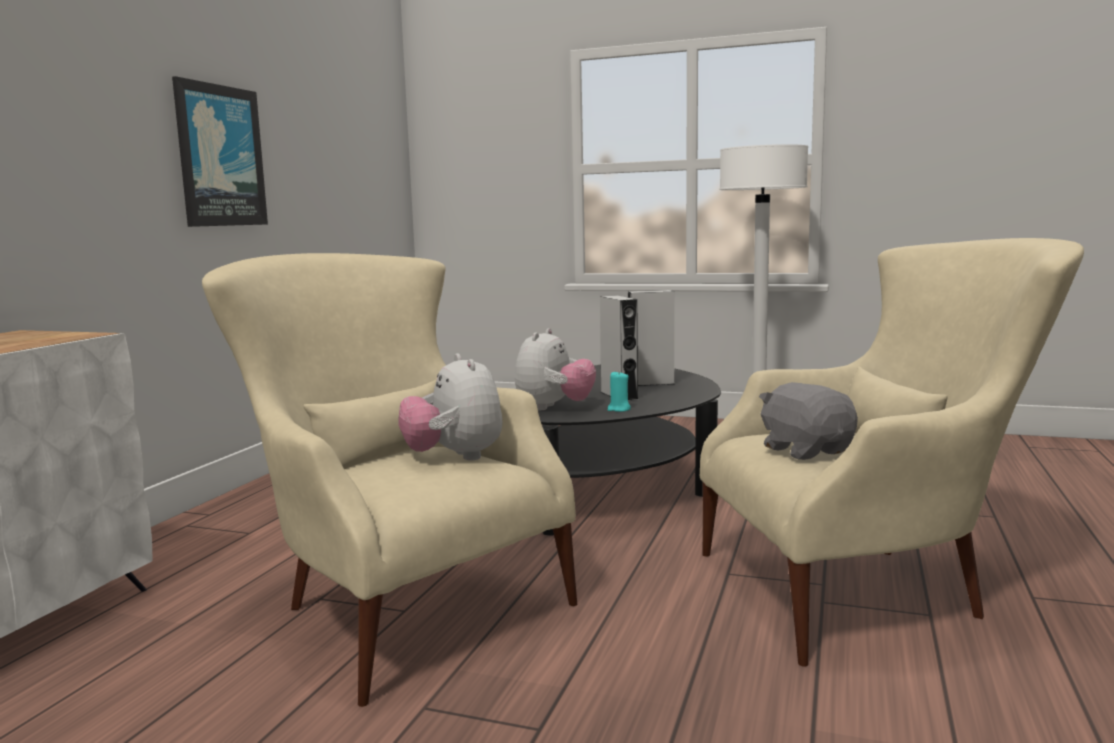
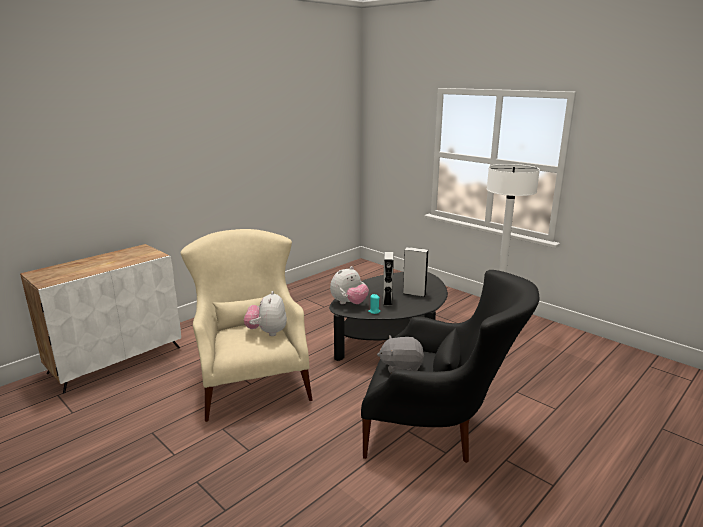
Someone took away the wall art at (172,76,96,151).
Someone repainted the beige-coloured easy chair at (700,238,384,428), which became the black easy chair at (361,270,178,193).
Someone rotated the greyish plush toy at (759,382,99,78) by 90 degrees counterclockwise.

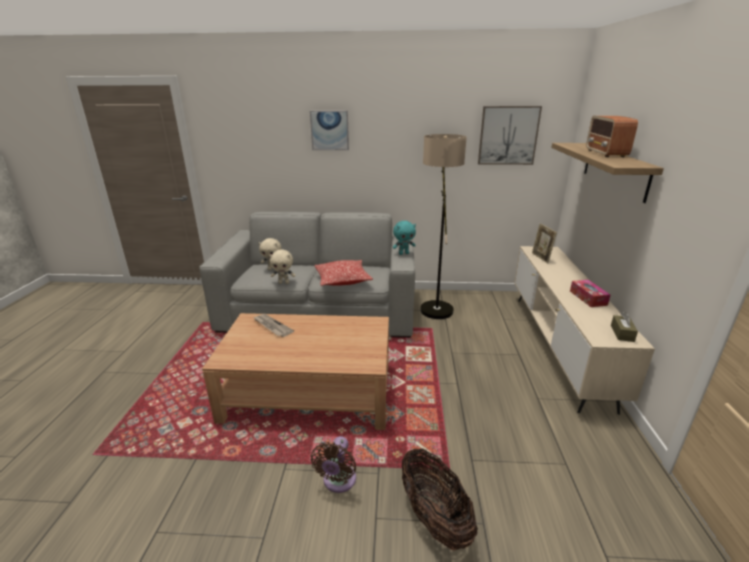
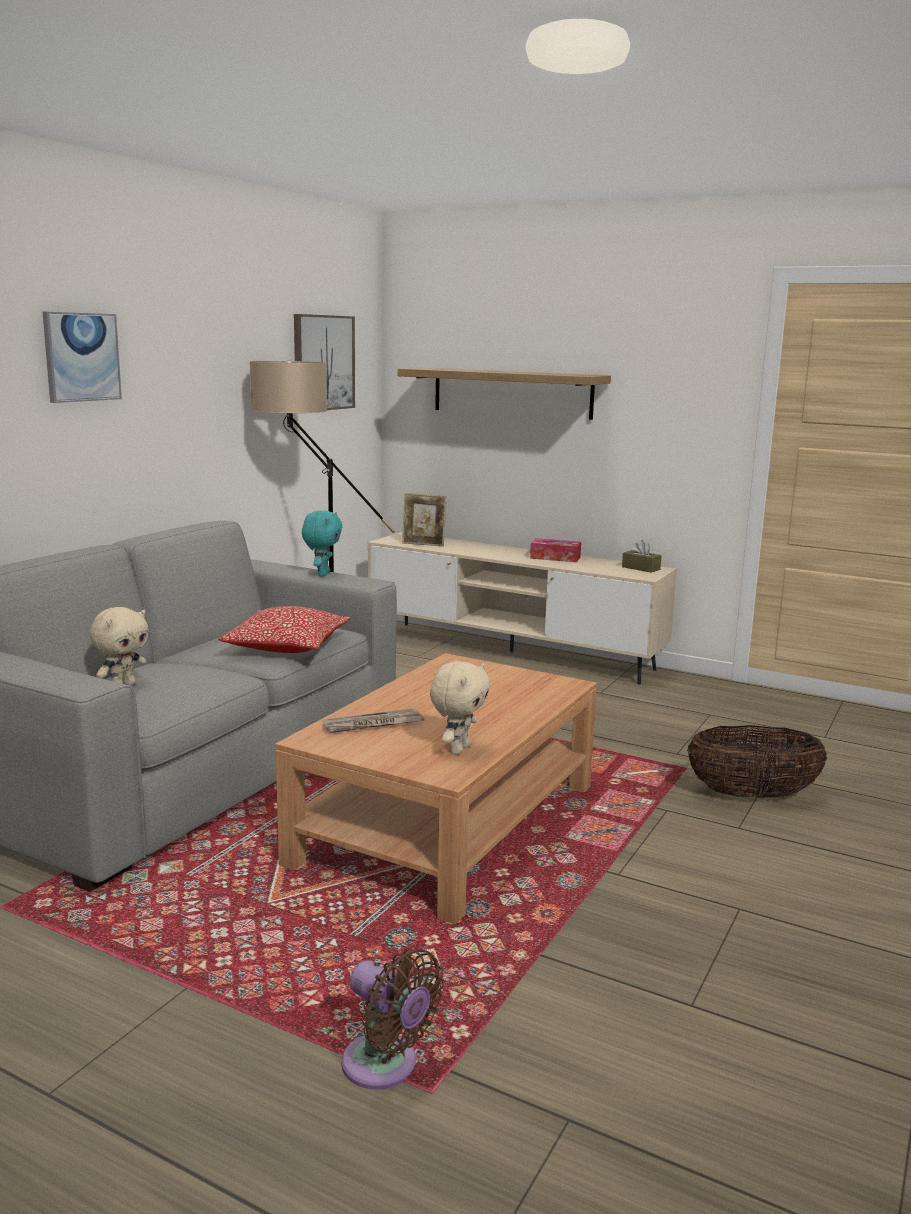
Someone carried the beige-coloured plush toy from (269,249,27,35) to (430,661,60,94).
Someone carried the brownish fan from (311,436,45,57) to (341,949,103,141).
Someone took away the radio at (586,116,52,41).

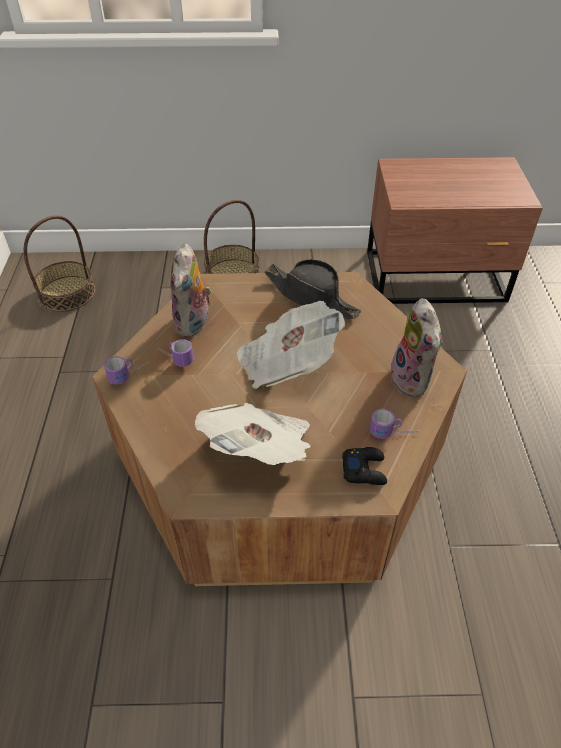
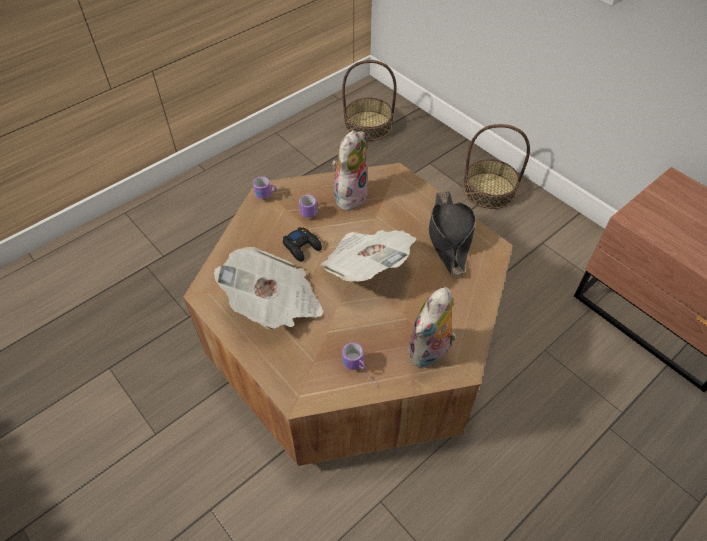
Someone rotated the plush toy at (171,243,41,94) by 150 degrees clockwise.
Someone carried the black gamepad from (342,447,45,38) to (283,227,39,35).

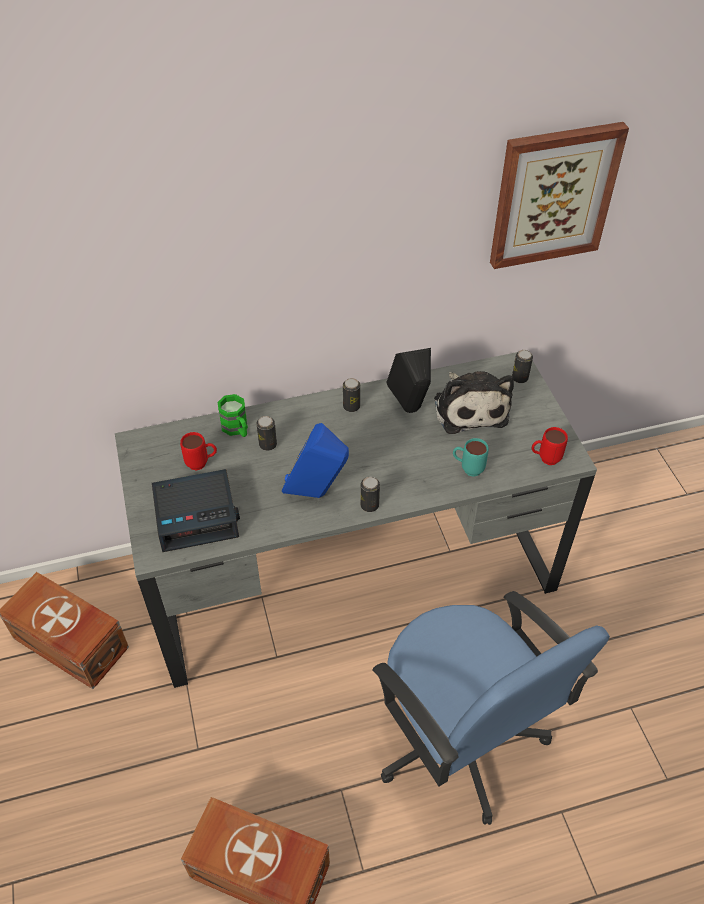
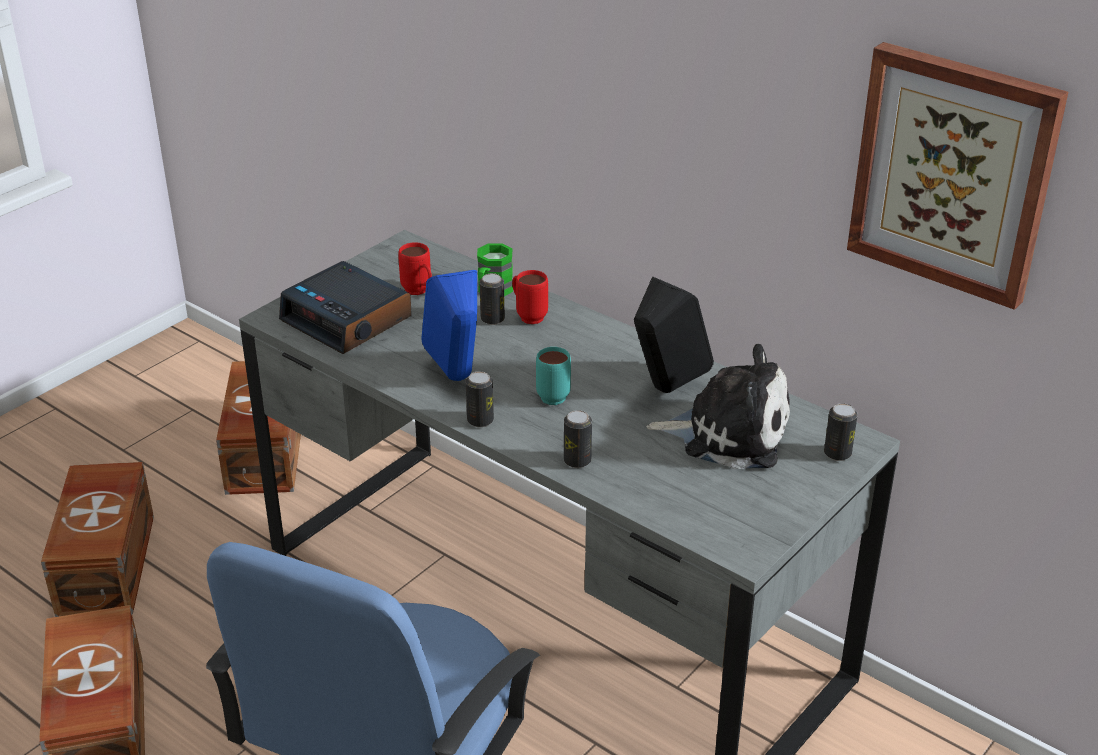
Someone carried the sealed can from (343,378,17,34) to (564,410,28,58).
Someone rotated the plush toy at (434,371,80,63) by 120 degrees counterclockwise.
Someone carried the turquoise-coloured tea mug from (453,438,36,39) to (536,347,35,58).
Someone carried the red-coloured tea mug from (531,427,37,38) to (512,270,36,54).
Someone put down the brownish storage box at (41,462,113,155).

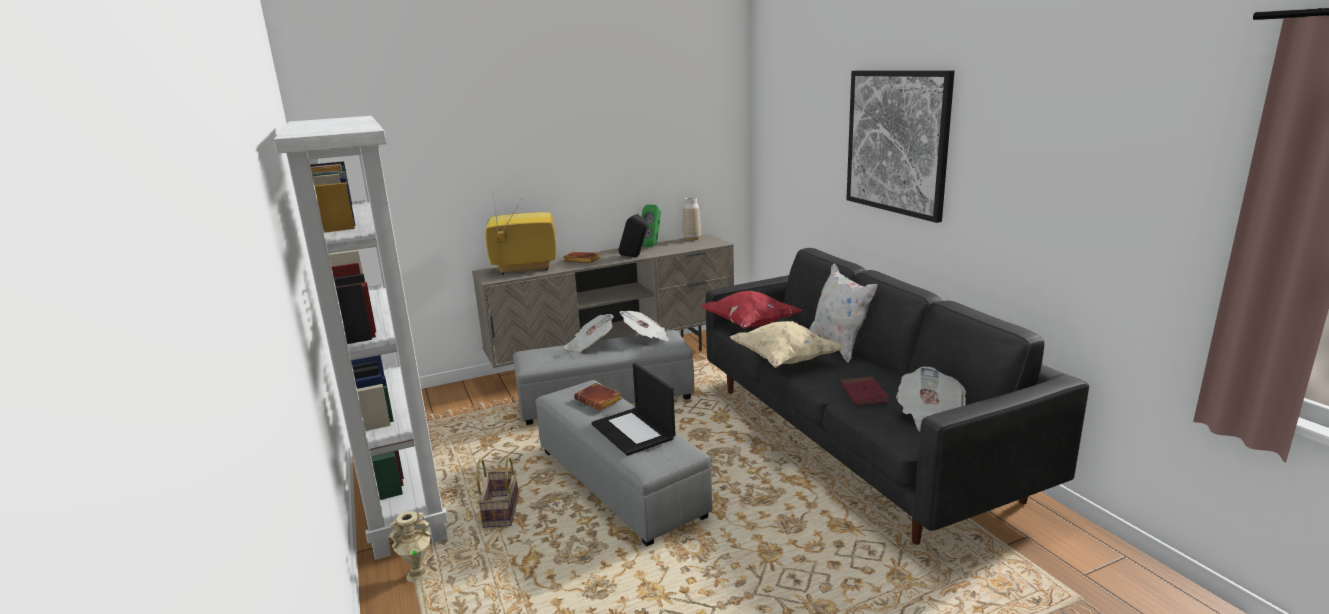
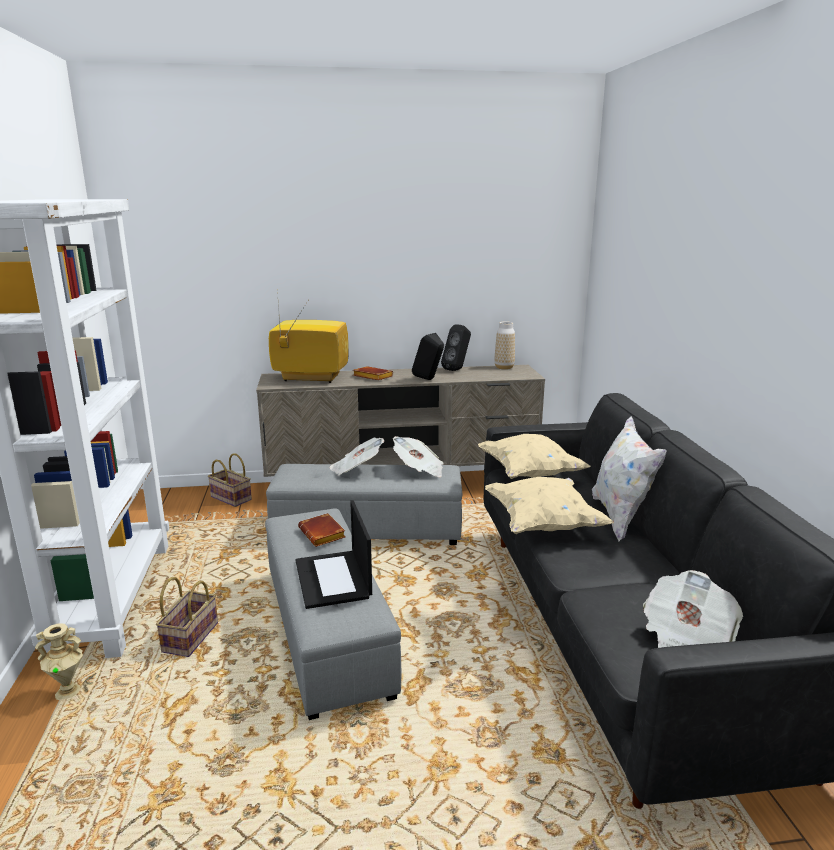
Someone repainted the green-coloured speaker at (641,204,20,43), which became the black speaker at (441,324,30,47).
Someone repainted the red-coloured cushion at (701,291,101,38), which became the beige-coloured cushion at (478,434,112,45).
Someone took away the red-coloured volume at (840,377,49,28).
Someone took away the wall art at (846,70,109,153).
Someone put down the household basket at (208,453,44,54).

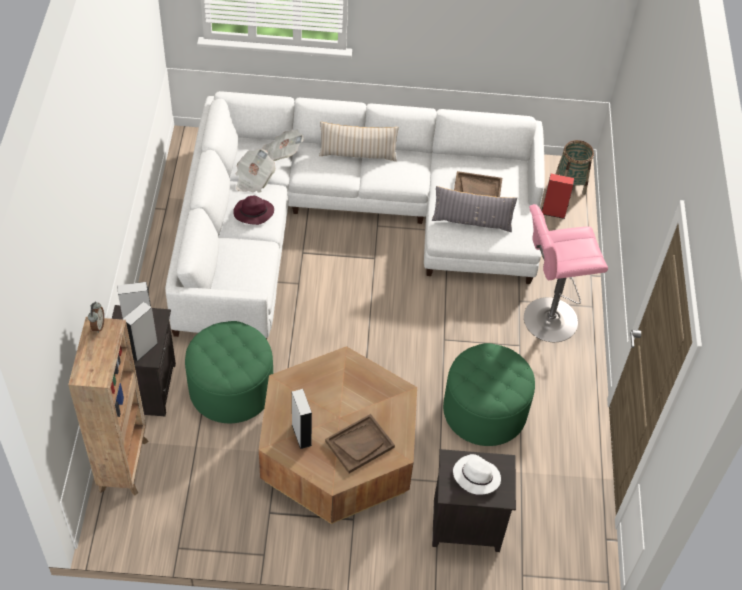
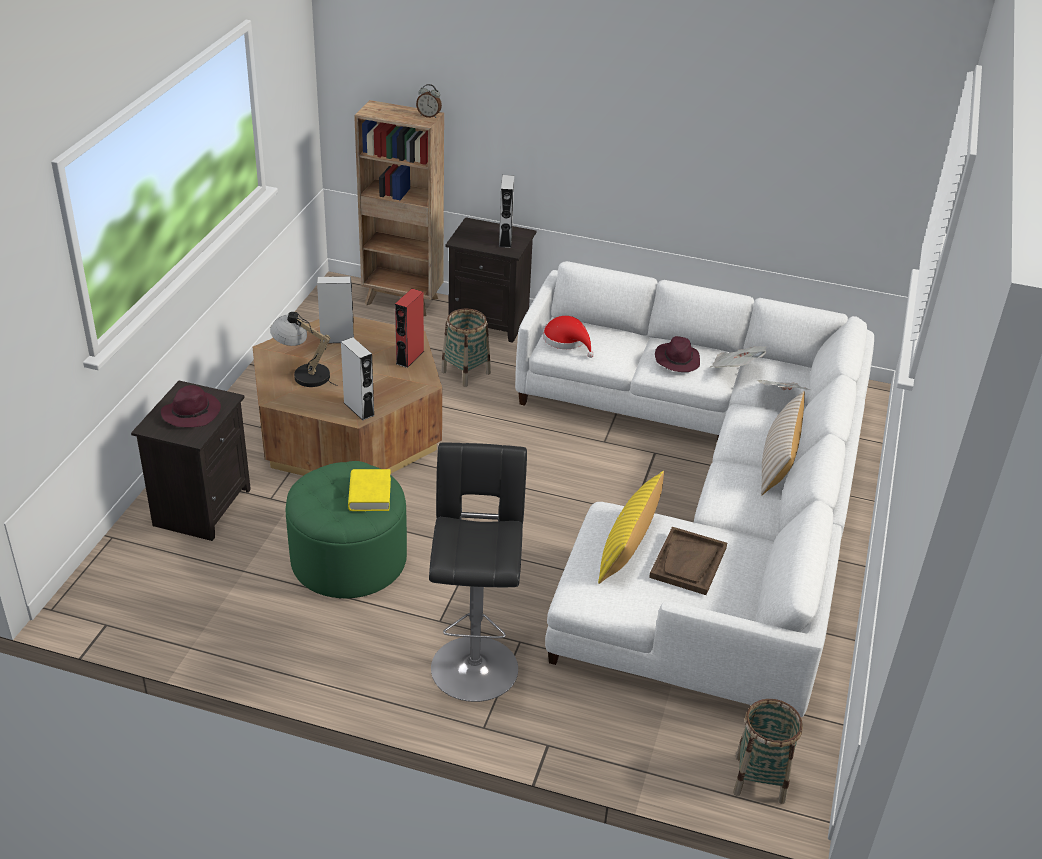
Someone carried the greyish speaker from (123,301,35,61) to (341,337,34,83).
Someone swapped the green-coloured ottoman at (185,321,88,102) for the household basket at (441,309,50,78).
Someone swapped the brownish carrying tray at (325,414,70,59) for the lamp for a table at (270,312,68,75).
Someone repainted the greyish cushion at (432,186,85,46), which became the yellowish cushion at (598,471,66,113).
Someone repainted the white wearable hat at (453,454,48,41), which became the purplish wearable hat at (161,385,60,42).
Someone repainted the pink-coloured stool seat at (524,204,84,138), which became the black stool seat at (429,443,98,259).
Someone carried the red-coloured speaker from (541,174,33,45) to (395,289,29,79).
Someone put down the yellowish volume at (348,469,43,42).
Someone put down the red-coloured wearable hat at (543,316,51,42).

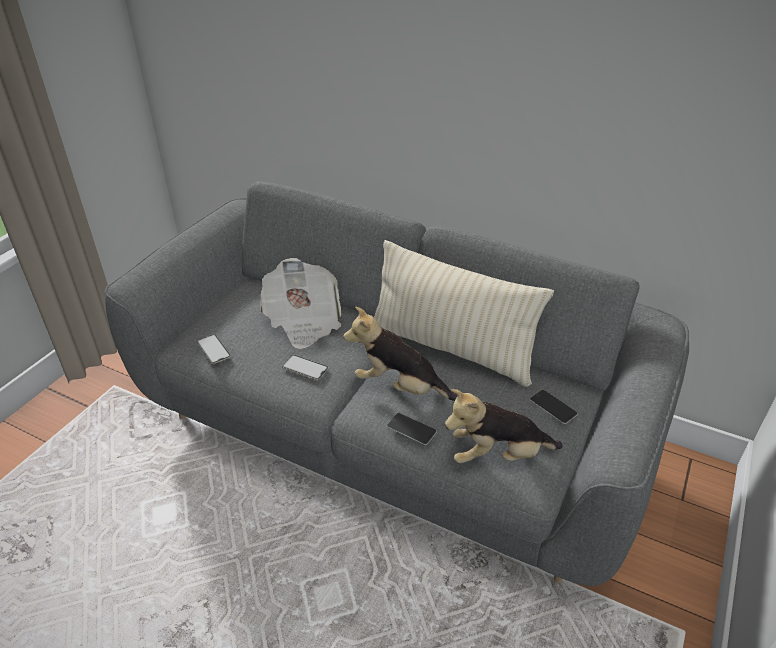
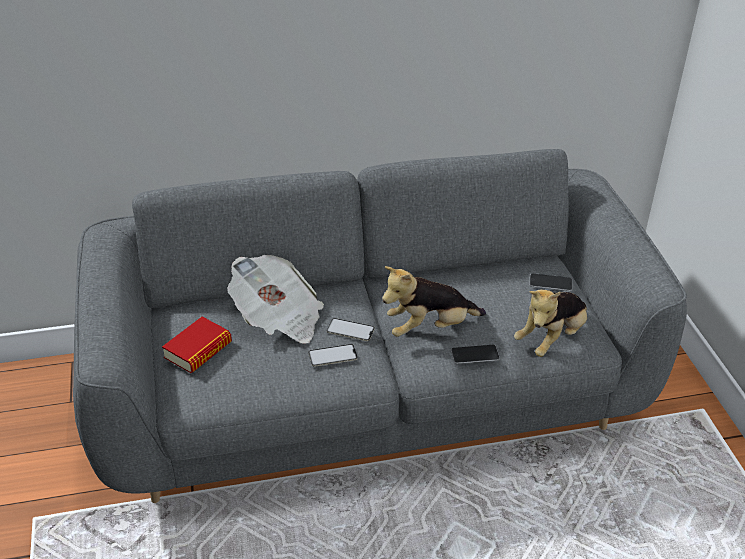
Someone carried the telephone from (197,334,34,30) to (326,318,49,23).
Someone took away the beige-coloured cushion at (374,240,180,147).
Someone put down the volume at (162,317,70,56).

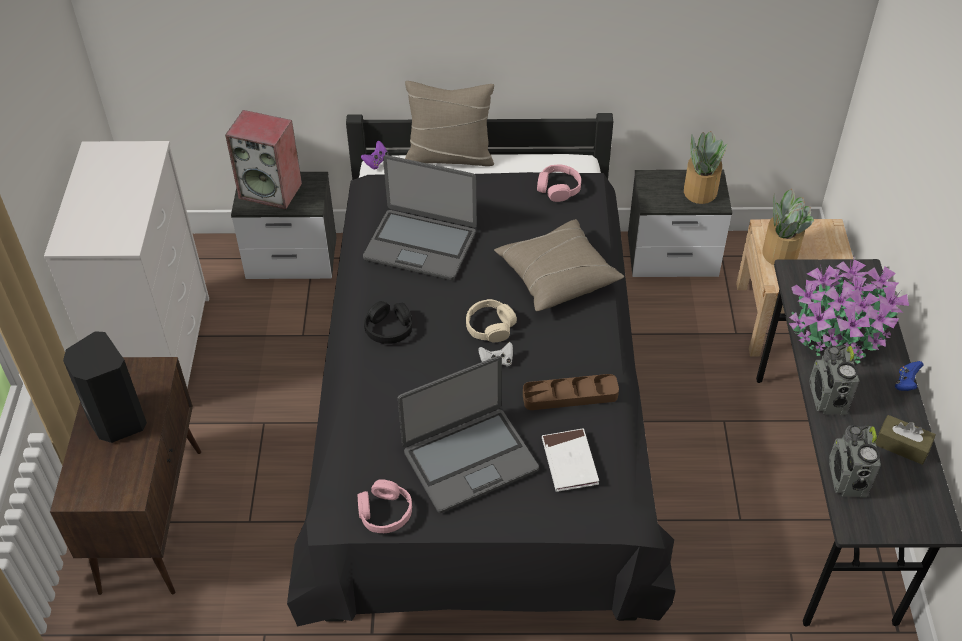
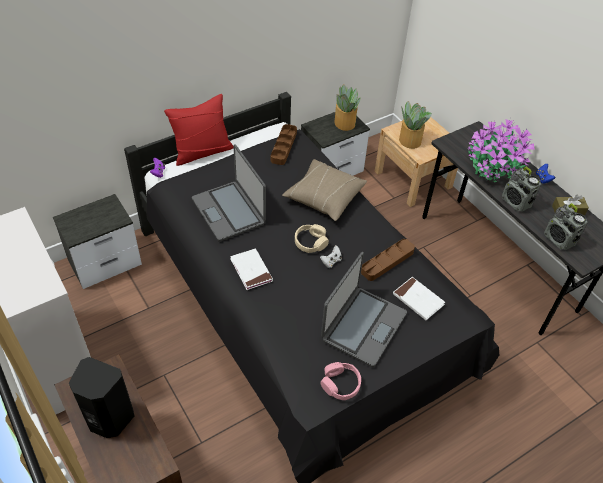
Someone took away the speaker at (225,110,77,99).
Someone rotated the portable computer at (363,155,114,125) by 75 degrees clockwise.
Someone swapped the black pair of headphones at (364,301,48,43) for the white volume at (230,248,43,42).
Someone repainted the beige-coloured cushion at (405,81,89,85), which became the red-coloured cushion at (164,94,70,72).
Someone swapped the pink-coloured pair of headphones at (537,165,44,37) for the brownish carrying tray at (271,124,26,41).

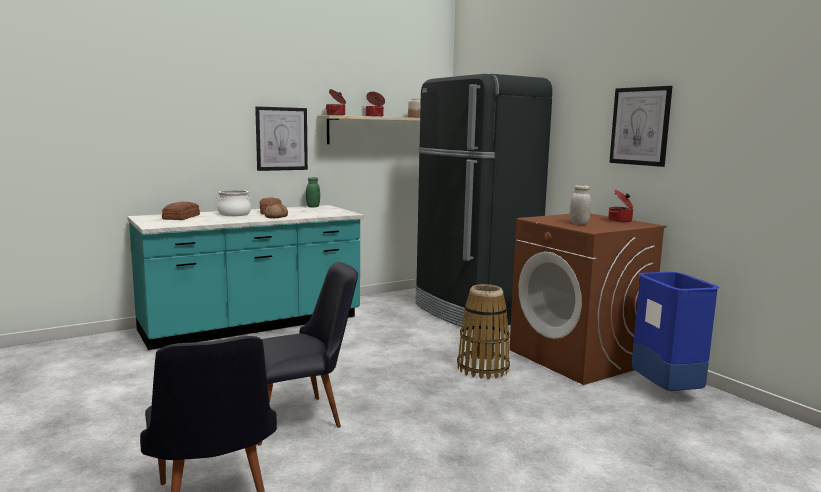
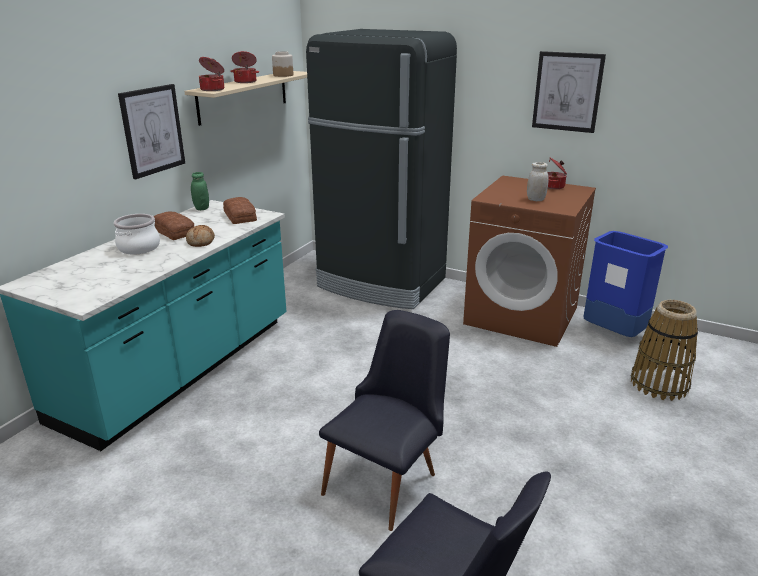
Someone carried the baked bread from (162,202,38,18) to (223,197,34,27).
Someone carried the household basket from (457,284,53,95) to (631,300,67,101).

